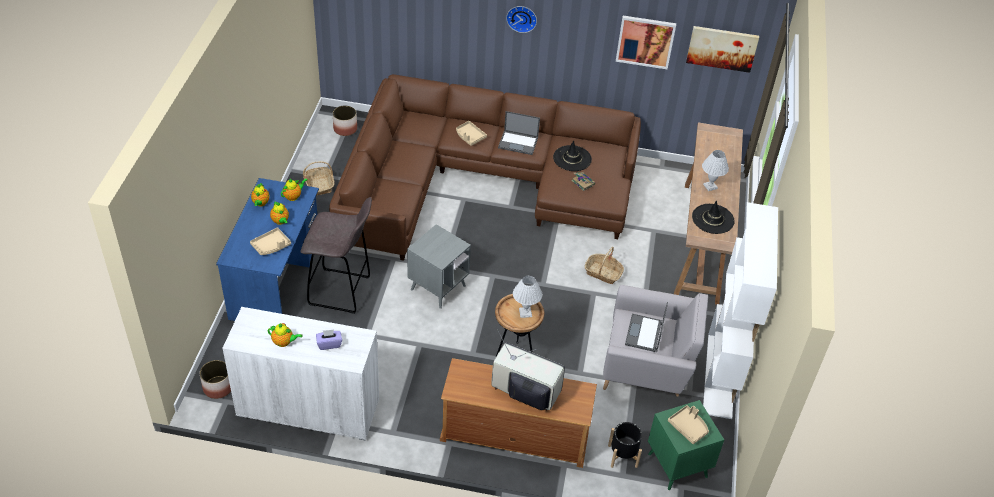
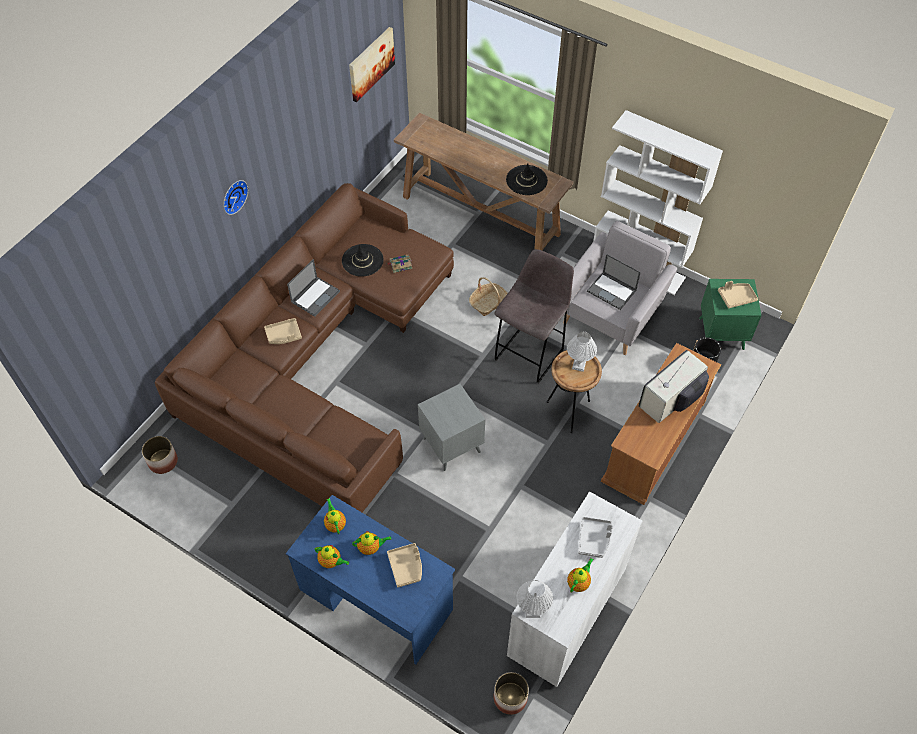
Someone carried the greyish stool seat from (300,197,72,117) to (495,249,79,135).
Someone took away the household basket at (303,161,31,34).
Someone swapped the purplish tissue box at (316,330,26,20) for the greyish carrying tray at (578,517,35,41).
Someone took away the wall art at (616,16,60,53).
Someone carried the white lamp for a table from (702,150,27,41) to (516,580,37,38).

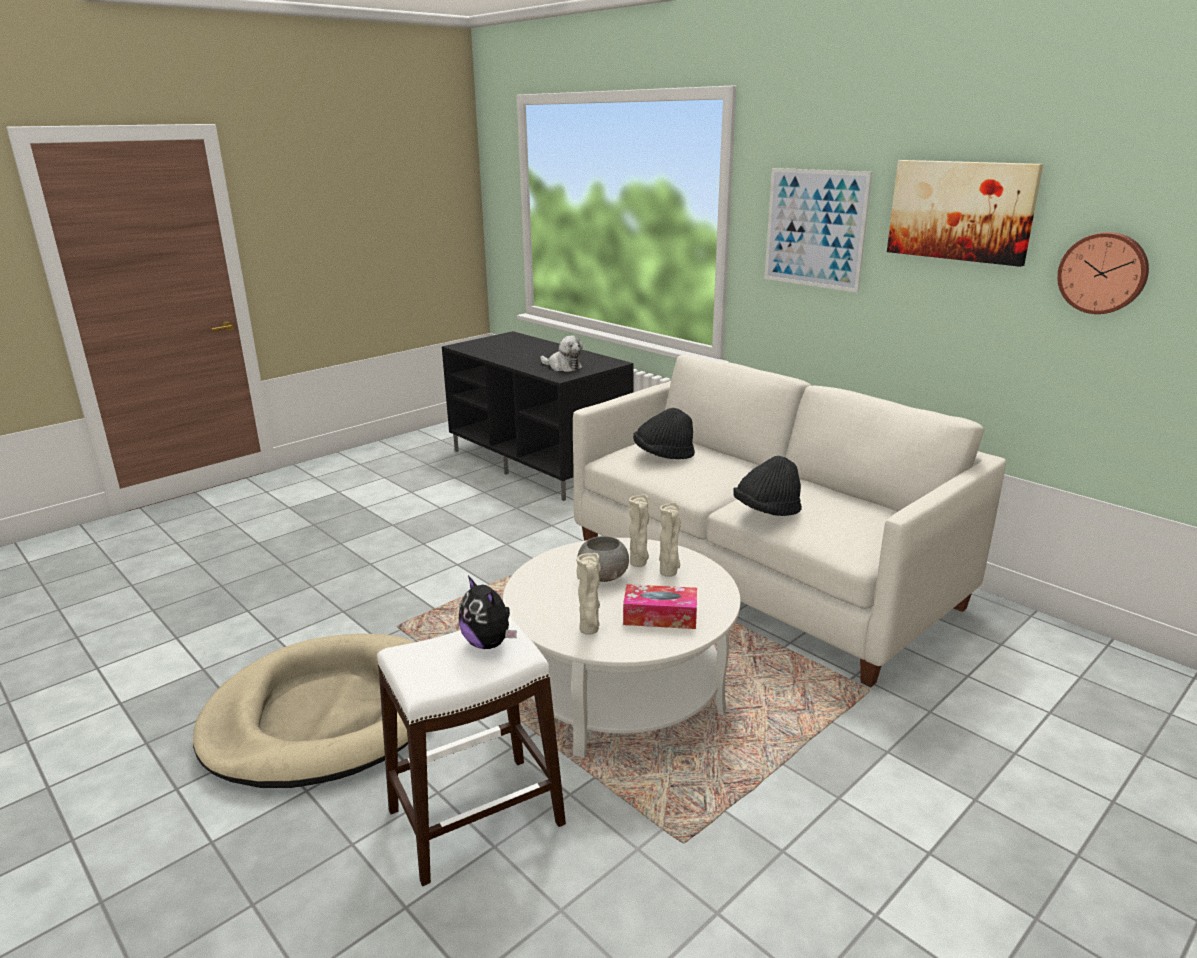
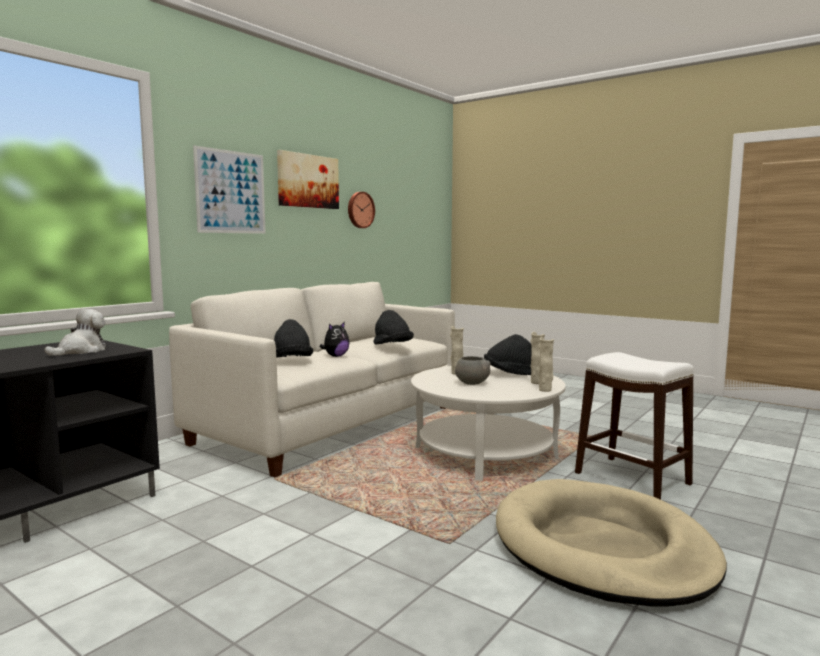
Someone carried the plush toy from (459,576,58,73) to (320,322,29,35).
Someone swapped the tissue box at (623,584,74,45) for the black wearable hat at (484,334,48,41).
Someone carried the beige-coloured flower vase from (629,494,20,73) to (538,337,16,55).

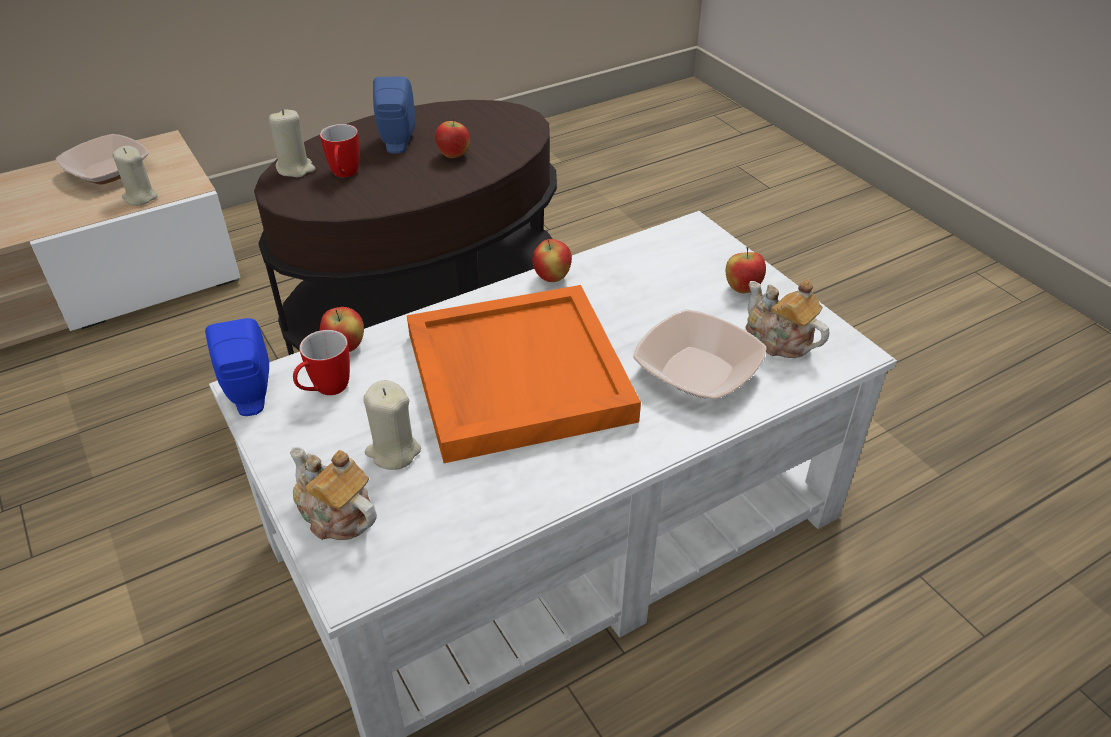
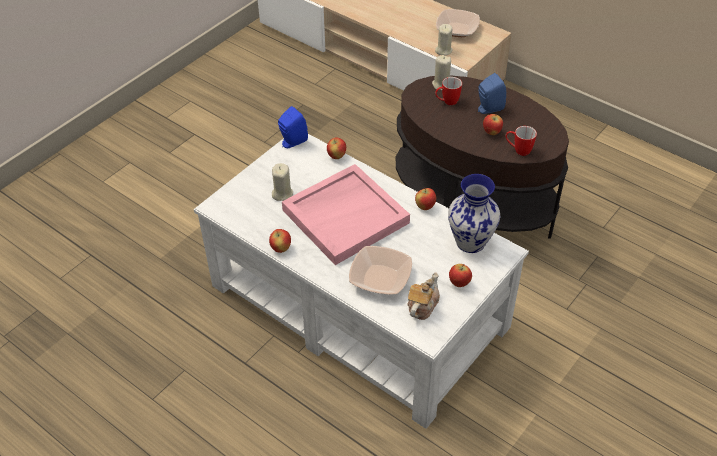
Someone took away the teapot at (290,447,87,93).
Someone carried the tea mug from (293,330,57,65) to (506,126,31,30).
Someone repainted the orange carrying tray at (407,285,234,178), which became the pink-coloured carrying tray at (282,164,128,101).
Someone put down the whole apple at (269,229,22,24).
Someone put down the flower vase at (448,174,52,79).

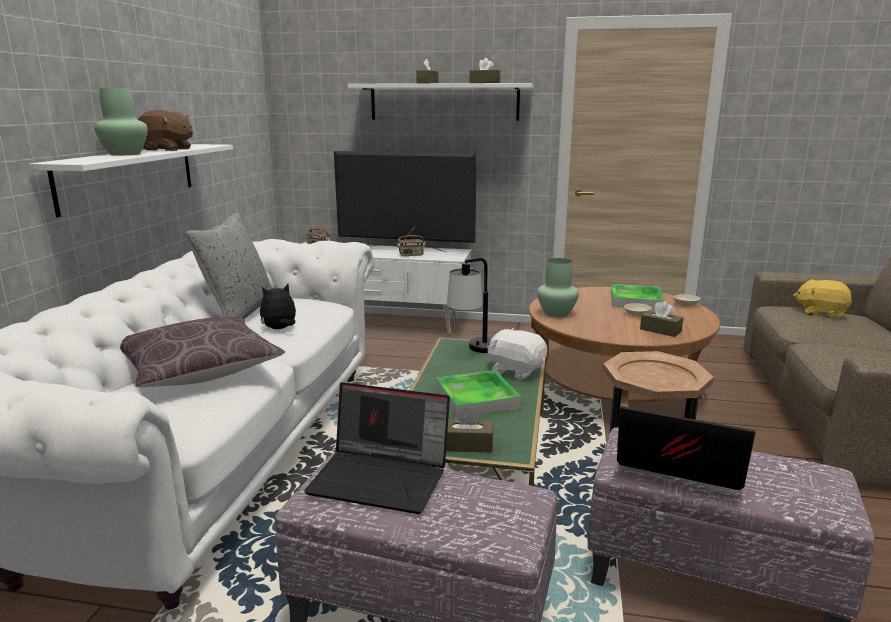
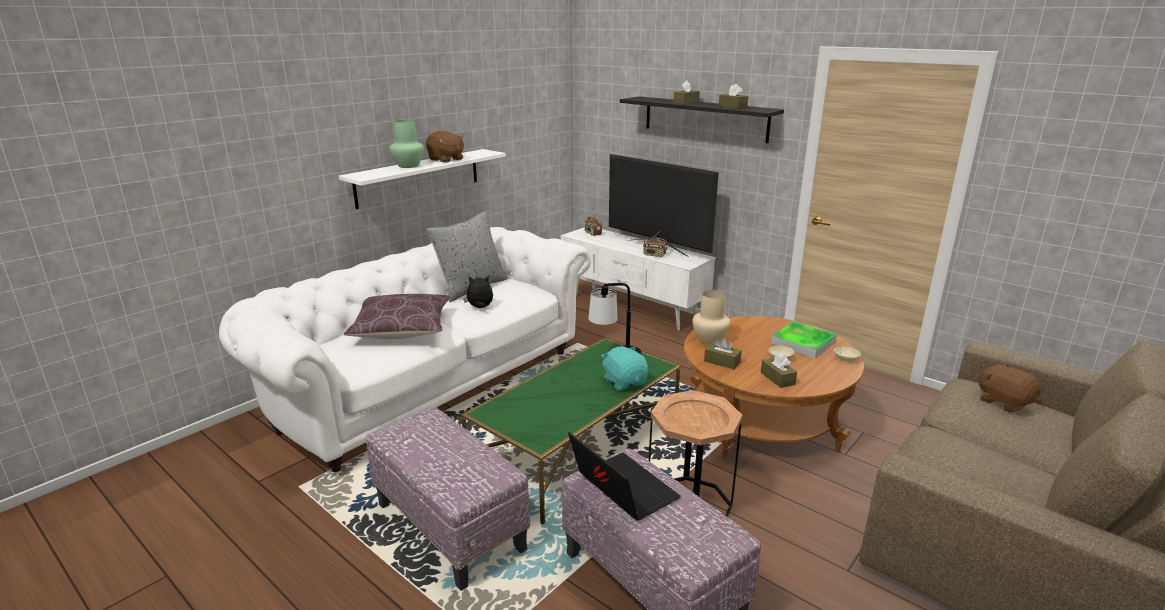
Someone took away the portable computer at (304,382,146,132).
Someone repainted the white shelf at (348,83,186,38), which became the black shelf at (620,96,164,47).
Someone took away the carrying tray at (436,370,85,47).
Someone carried the brownish tissue box from (446,408,47,45) to (704,338,38,31).
Someone repainted the white plush toy at (487,328,60,52), which became the turquoise-coloured plush toy at (601,346,47,45).
Someone repainted the green-coloured flower vase at (537,258,42,59), which became the beige-coloured flower vase at (692,290,38,54).
Someone repainted the yellowish plush toy at (793,279,59,40), which became the brownish plush toy at (978,363,63,50).

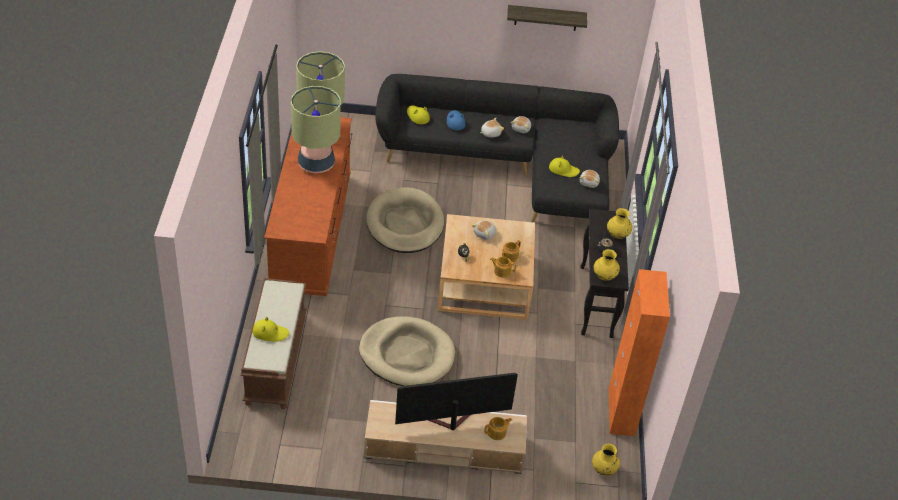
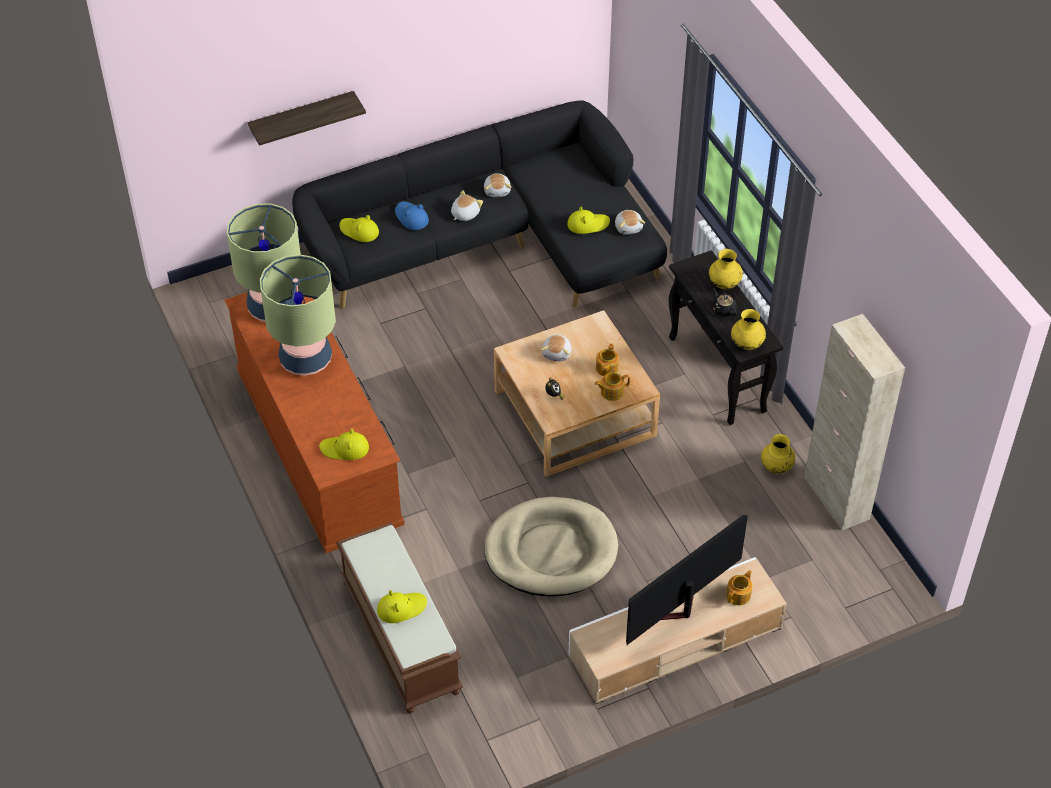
Someone took away the beige-coloured pet bed at (366,188,78,65).
Someone carried the shelf from (507,5,80,26) to (248,91,118,55).
Someone carried the yellowish flower vase from (592,444,28,32) to (761,434,34,40).
Someone repainted the orange cupboard at (608,269,62,167), which became the beige-coloured cupboard at (804,314,101,217).
Someone put down the yellowish wearable hat at (319,428,50,32).

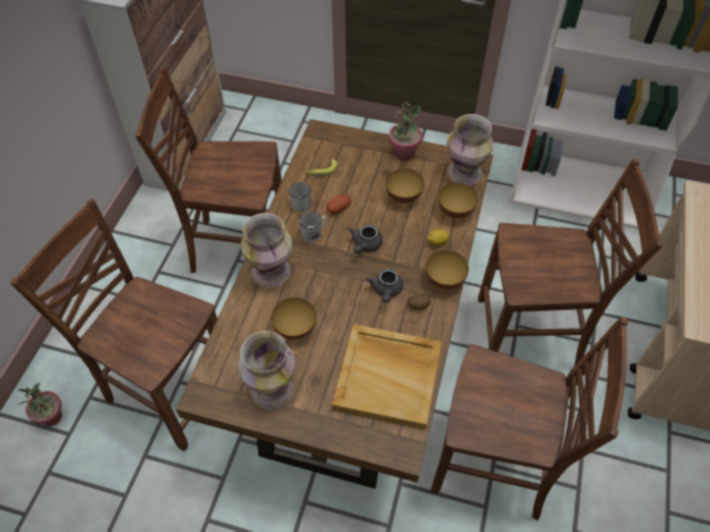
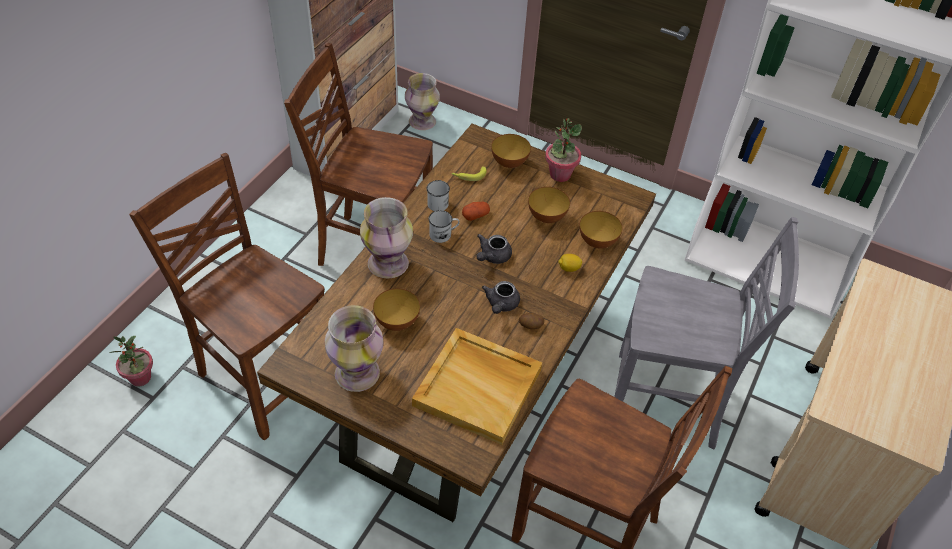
Someone carried the deep dish from (426,250,43,39) to (491,134,40,34).
Someone carried the flower vase from (447,114,46,72) to (405,73,35,57).
Someone repainted the brownish chair at (478,159,185,206), which became the greyish chair at (614,217,185,232).

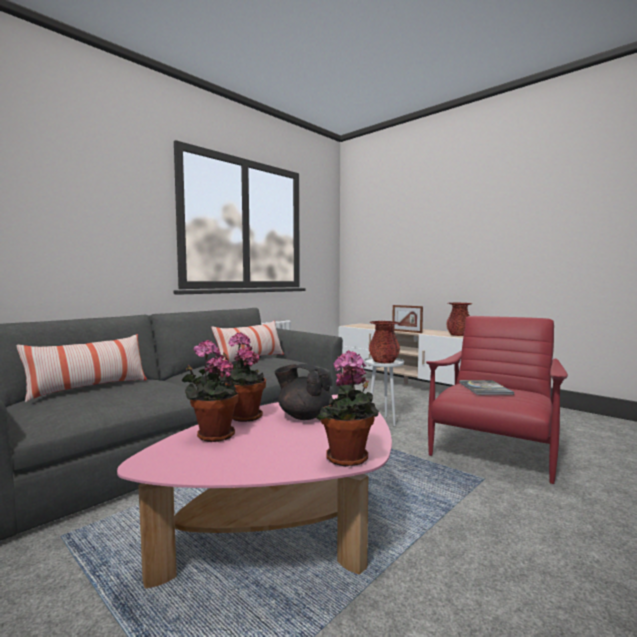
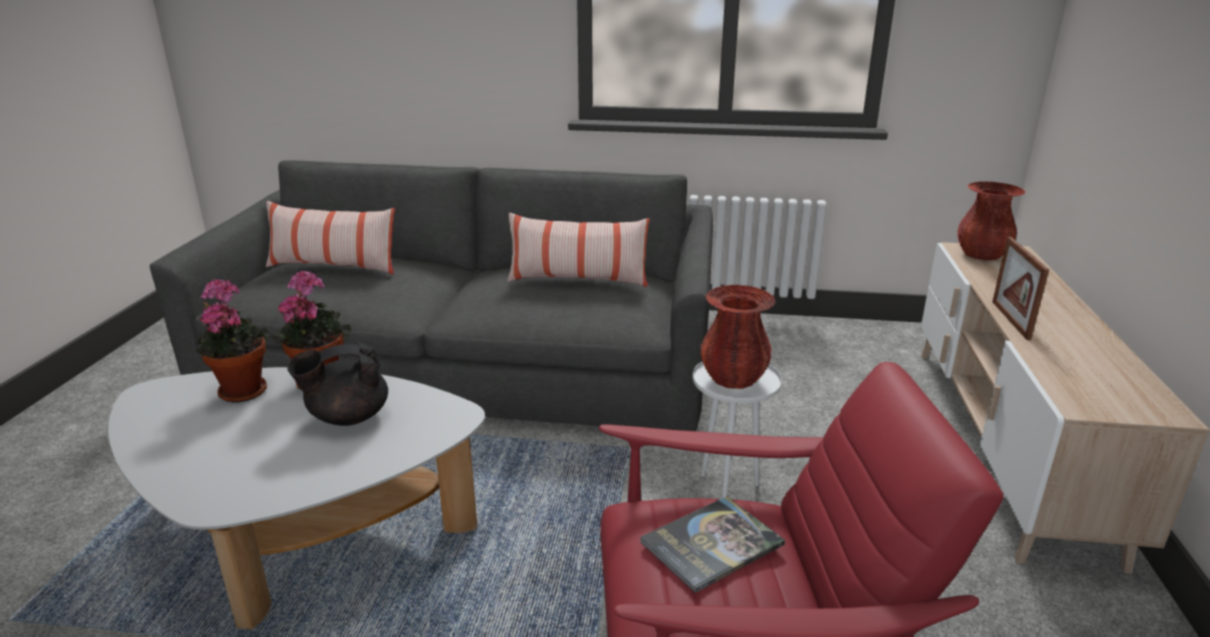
Someone repainted the pink-coloured coffee table at (117,395,275,193), which became the white coffee table at (108,367,377,262).
Someone rotated the black teapot at (274,364,58,56) by 105 degrees counterclockwise.
Someone took away the houseplant at (316,350,63,117).
Someone carried the red-coloured flower vase from (446,303,27,33) to (957,182,68,78).

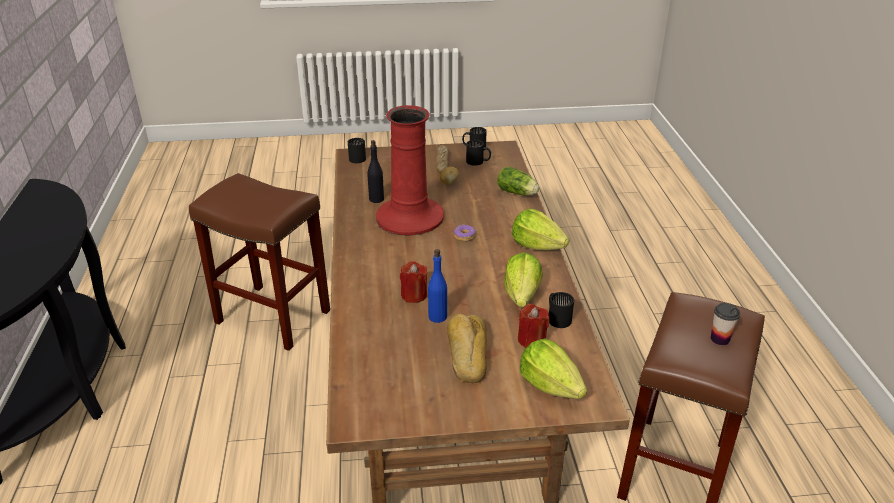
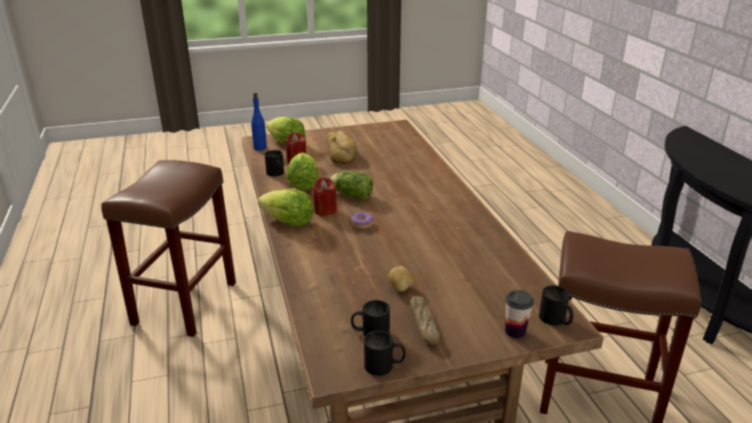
Someone took away the black drink bottle at (367,140,17,63).
Someone took away the red-coloured flower vase at (376,105,68,131).
Someone carried the red-coloured wax candle from (400,261,27,42) to (312,177,25,39).
Someone carried the bluish drink bottle from (428,249,19,74) to (251,93,16,58).
Someone carried the lettuce head from (497,167,42,28) to (330,171,43,28).
Someone carried the small cup from (711,303,29,42) to (505,290,29,48).

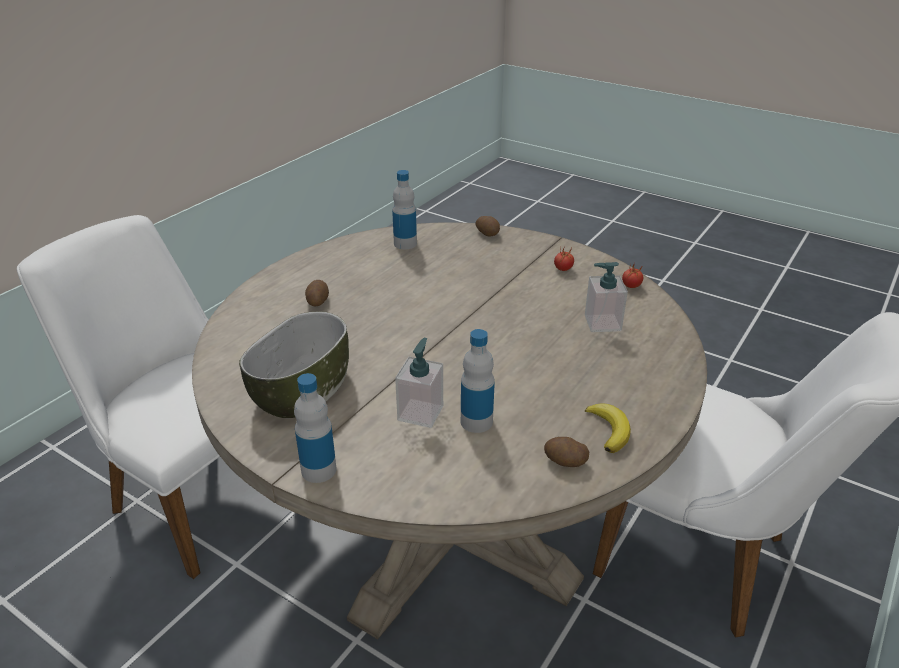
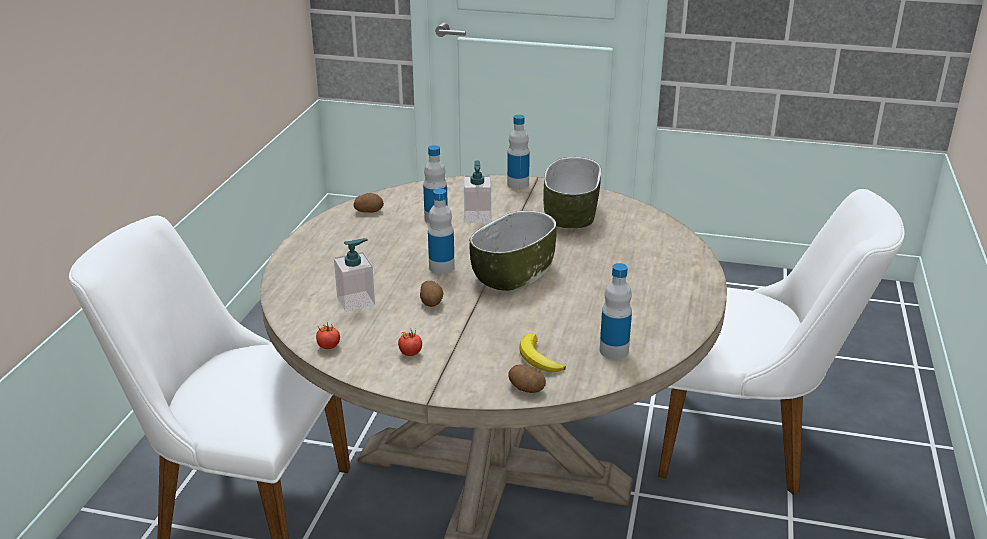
Someone carried the whole potato from (305,280,24,27) to (420,281,24,26).
Someone carried the banana from (585,403,46,50) to (519,333,47,39).
Someone put down the drink bottle at (428,188,27,86).
Someone put down the deep dish at (469,211,88,80).

